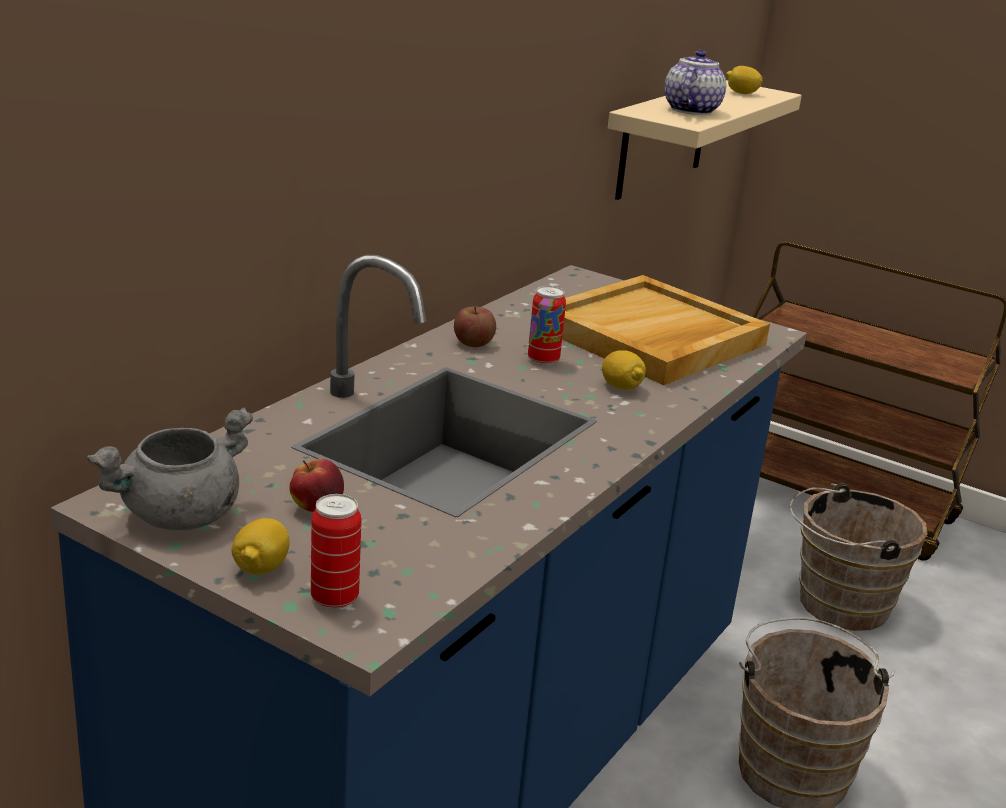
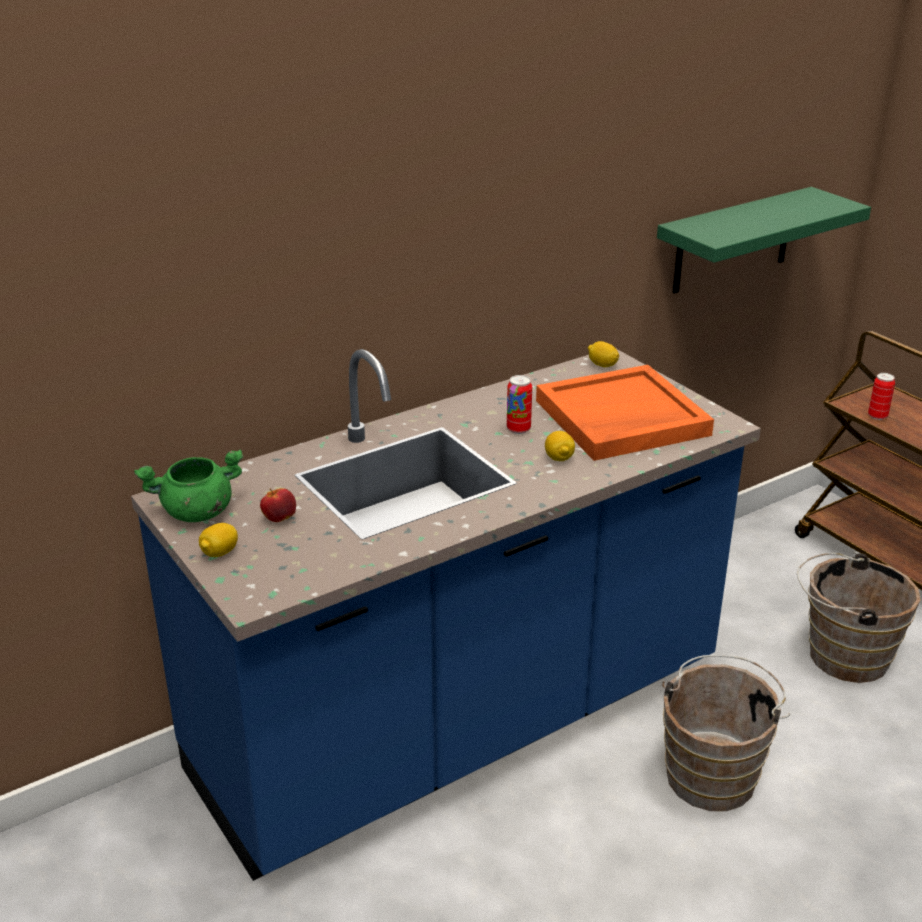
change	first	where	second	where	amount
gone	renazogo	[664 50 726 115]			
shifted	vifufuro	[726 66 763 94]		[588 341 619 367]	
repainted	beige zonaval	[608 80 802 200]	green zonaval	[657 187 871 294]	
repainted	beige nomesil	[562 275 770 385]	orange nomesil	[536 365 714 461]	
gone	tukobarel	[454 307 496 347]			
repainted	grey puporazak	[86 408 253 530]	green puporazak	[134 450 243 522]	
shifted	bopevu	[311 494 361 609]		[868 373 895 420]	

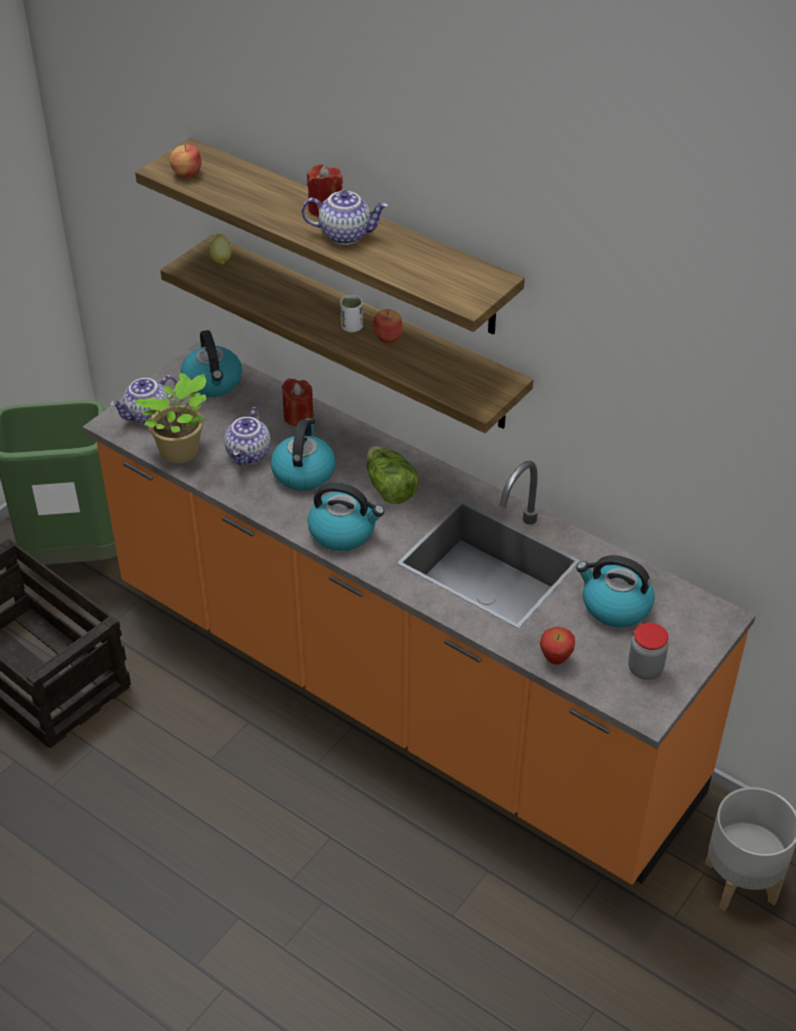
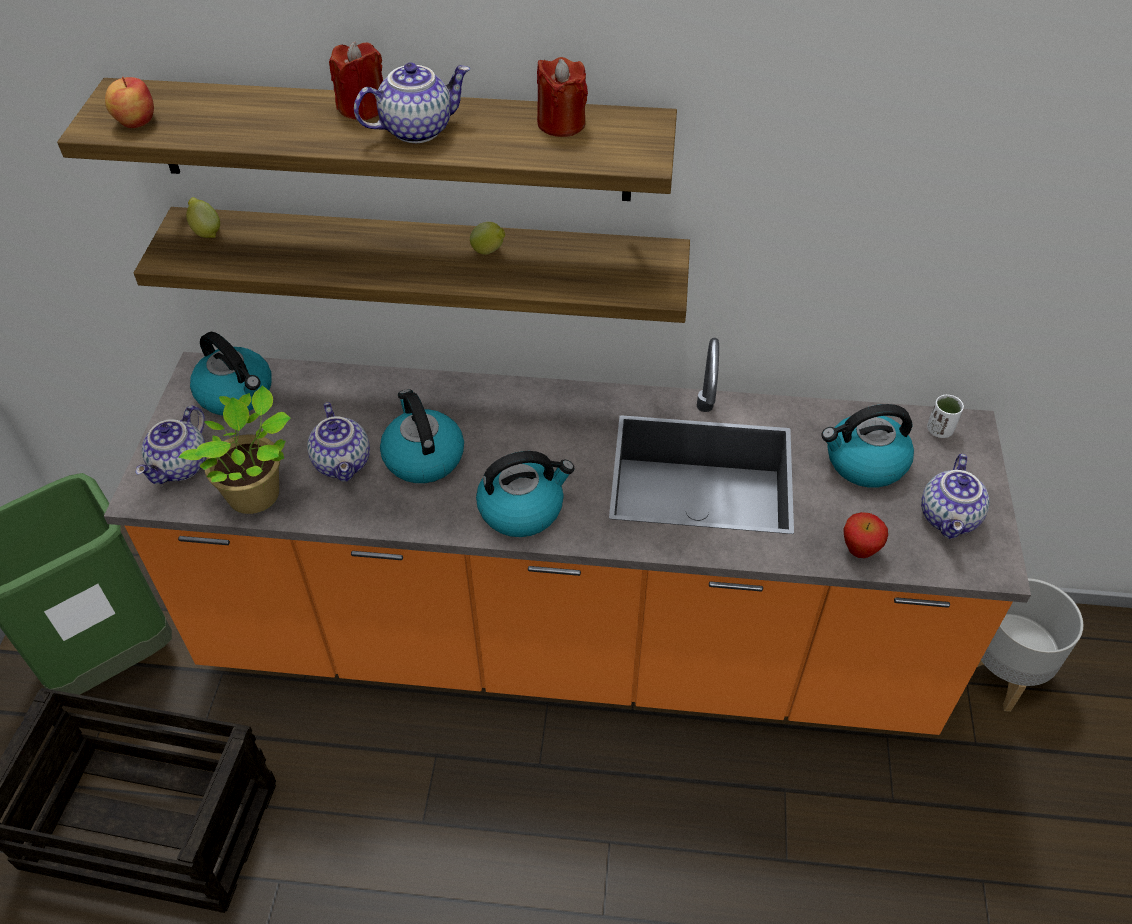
change	first	where	second	where	amount
shifted	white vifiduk	[340 295 363 332]		[927 395 964 438]	
swapped	tukobarel	[372 309 403 344]	vifufuro	[470 222 505 255]	
shifted	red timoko	[282 378 314 426]		[537 57 588 137]	
gone	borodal	[367 446 419 504]			
swapped	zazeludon	[628 623 668 680]	renazogo	[921 454 989 539]	

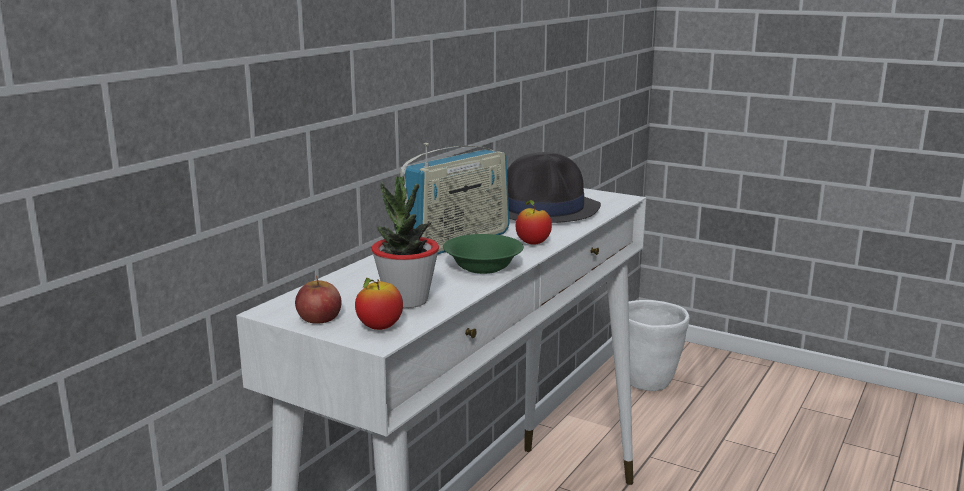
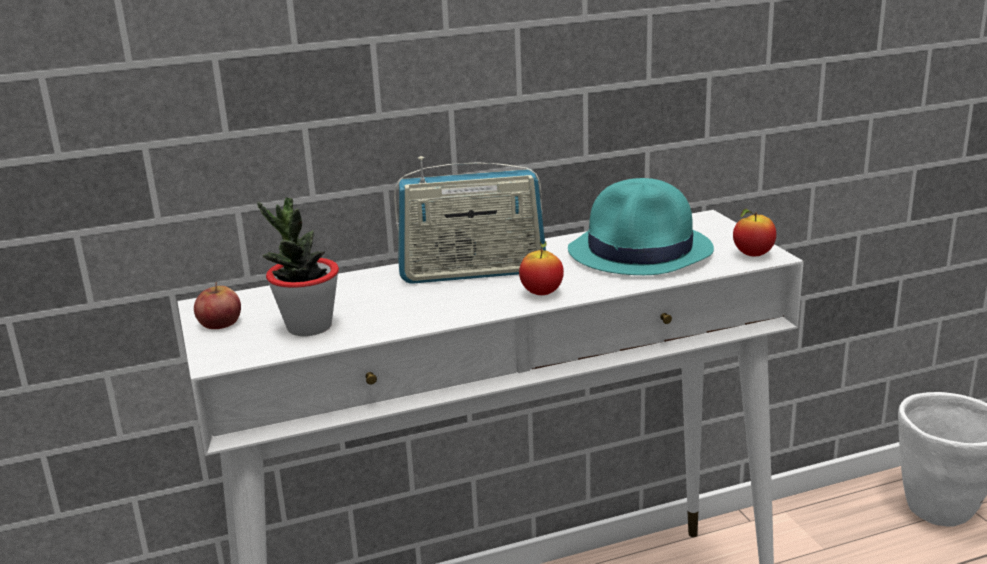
change	first	where	second	where	amount
repainted	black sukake	[507 152 601 223]	turquoise sukake	[568 178 714 275]	
gone	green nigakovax	[443 234 524 274]			
shifted	tukobarel	[355 278 403 330]		[733 209 776 257]	

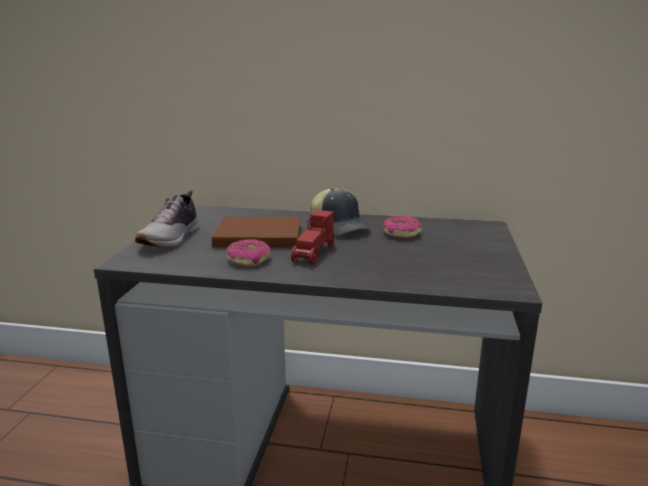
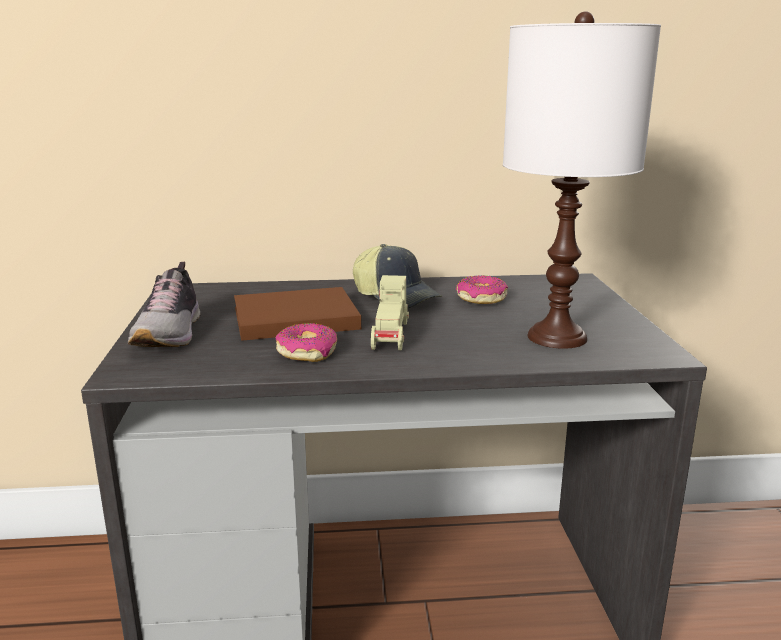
change	first	where	second	where	amount
repainted	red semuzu	[291 210 335 265]	beige semuzu	[371 275 409 350]	
new			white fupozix	[503 11 661 349]	

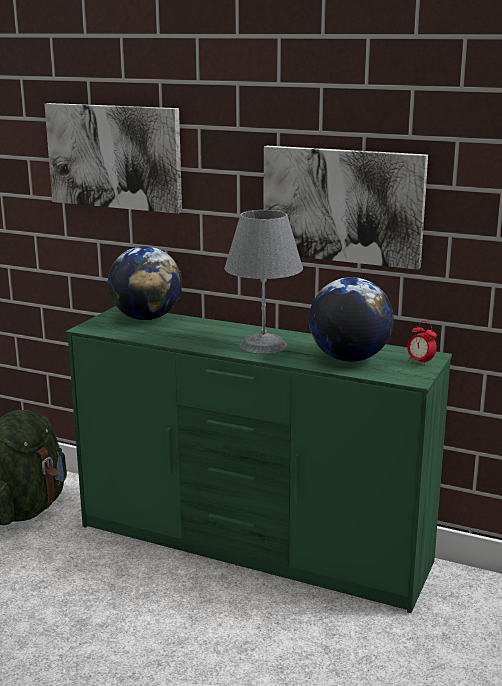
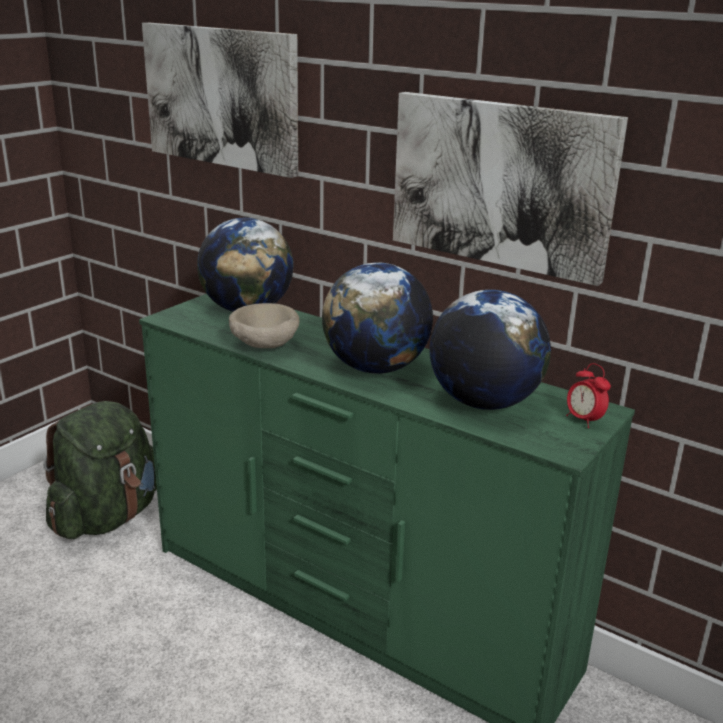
change	first	where	second	where	amount
swapped	grey fupozix	[224 210 303 354]	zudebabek	[322 263 433 374]	
new			beige nigakovax	[229 303 299 348]	

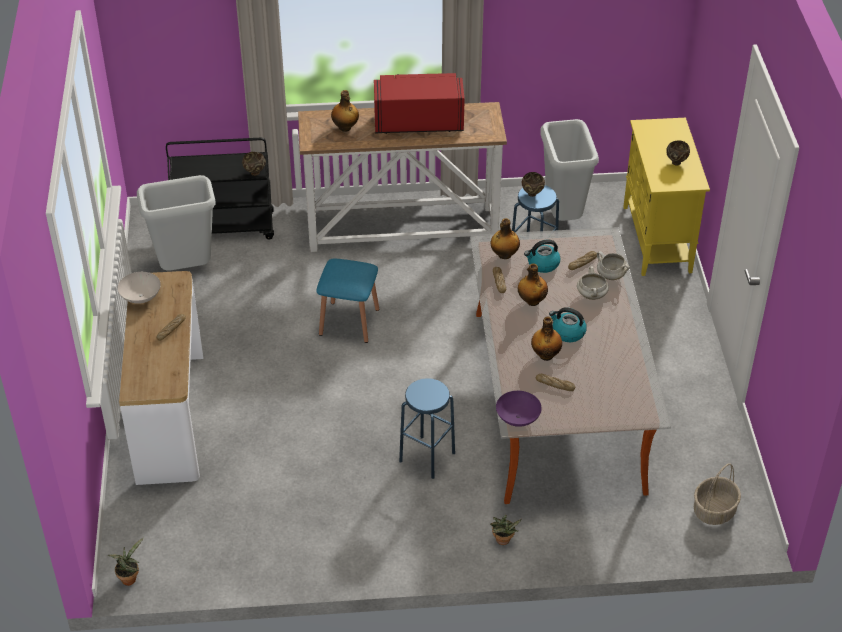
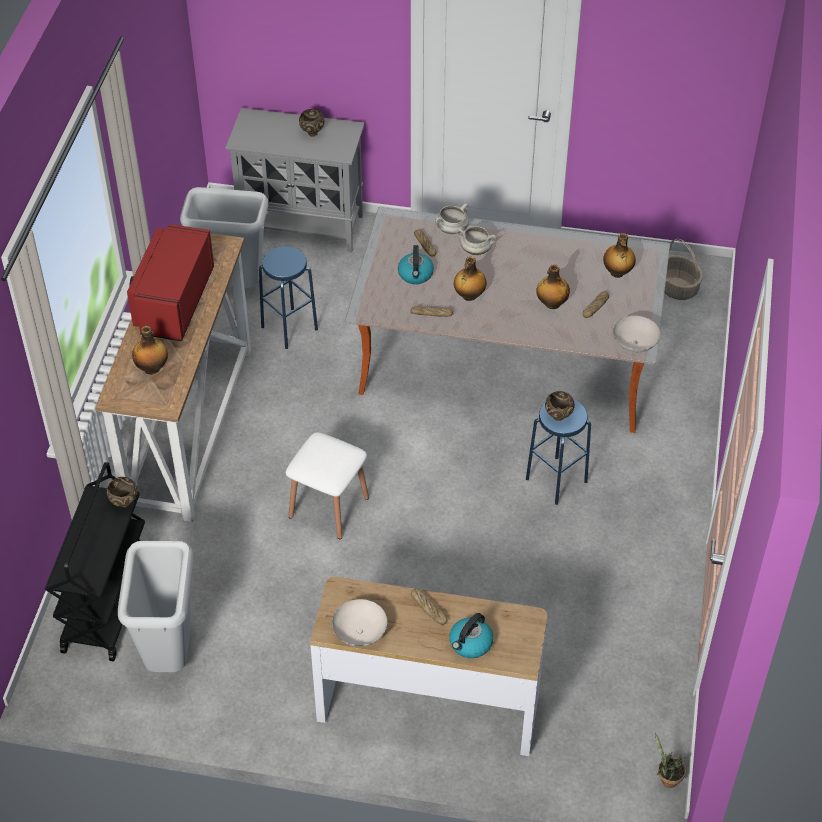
change	first	where	second	where	amount
repainted	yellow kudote	[623 118 710 276]	grey kudote	[225 108 365 253]	
shifted	brown nigakovax	[522 172 545 197]		[545 391 575 421]	
shifted	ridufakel	[491 218 520 259]		[603 233 636 278]	
repainted	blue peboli	[316 259 379 343]	white peboli	[286 432 369 539]	
shifted	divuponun	[549 307 587 342]		[450 613 493 658]	
repainted	purple nigakovax	[496 391 542 427]	white nigakovax	[613 316 660 352]	
gone	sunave	[490 515 522 545]			

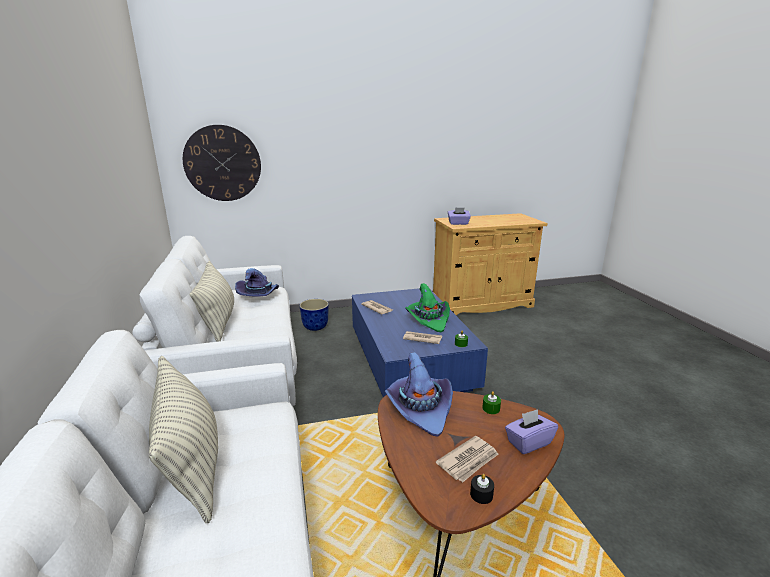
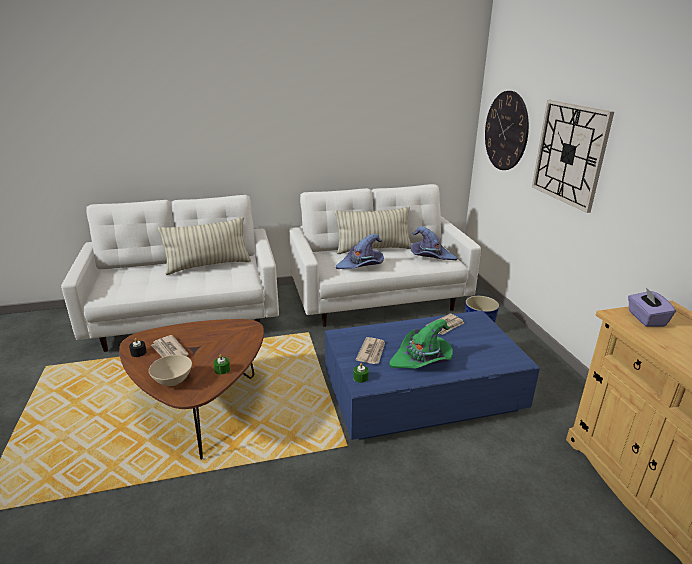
change	first	where	second	where	amount
shifted	purple sukake	[385 352 453 437]		[336 234 384 269]	
swapped	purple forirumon	[505 409 558 454]	beige nigakovax	[149 355 192 386]	
new			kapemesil	[532 100 614 213]	

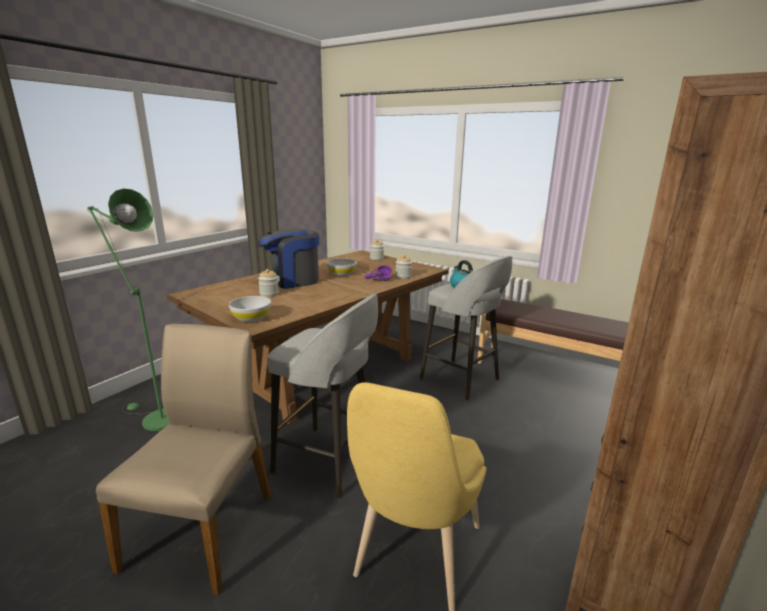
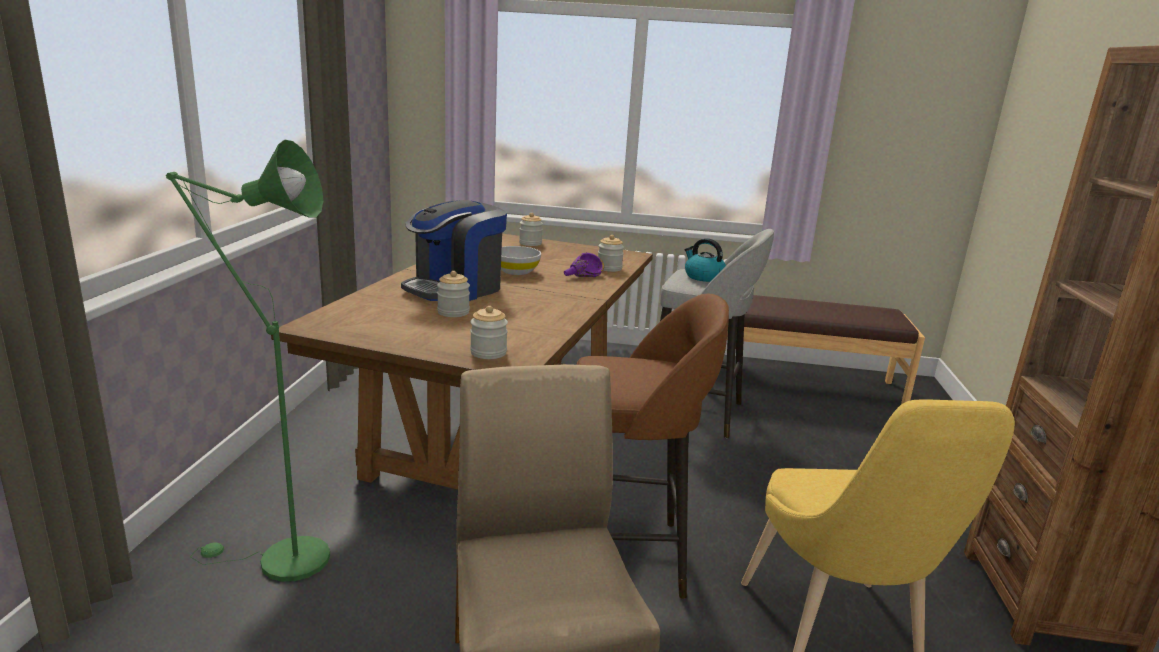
change	first	where	second	where	amount
repainted	grey peboli	[267 294 378 498]	brown peboli	[576 294 729 599]	
swapped	white nigakovax	[229 296 271 322]	zazeludon	[470 306 508 359]	

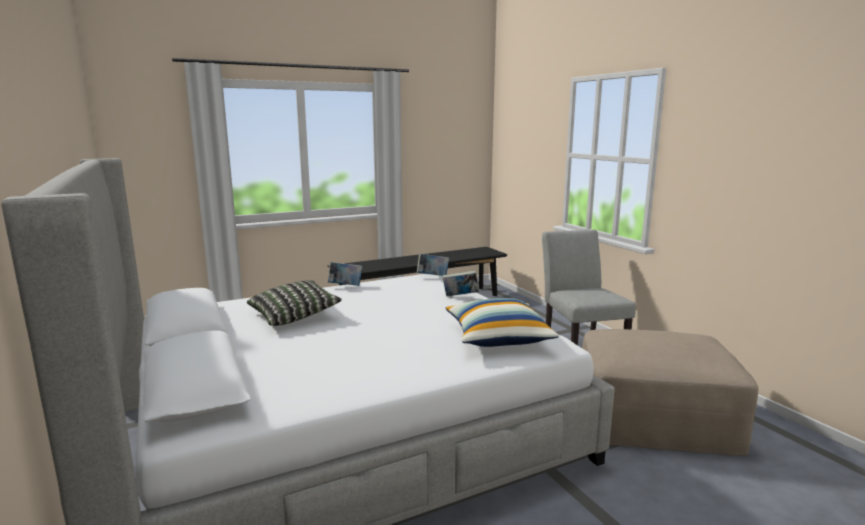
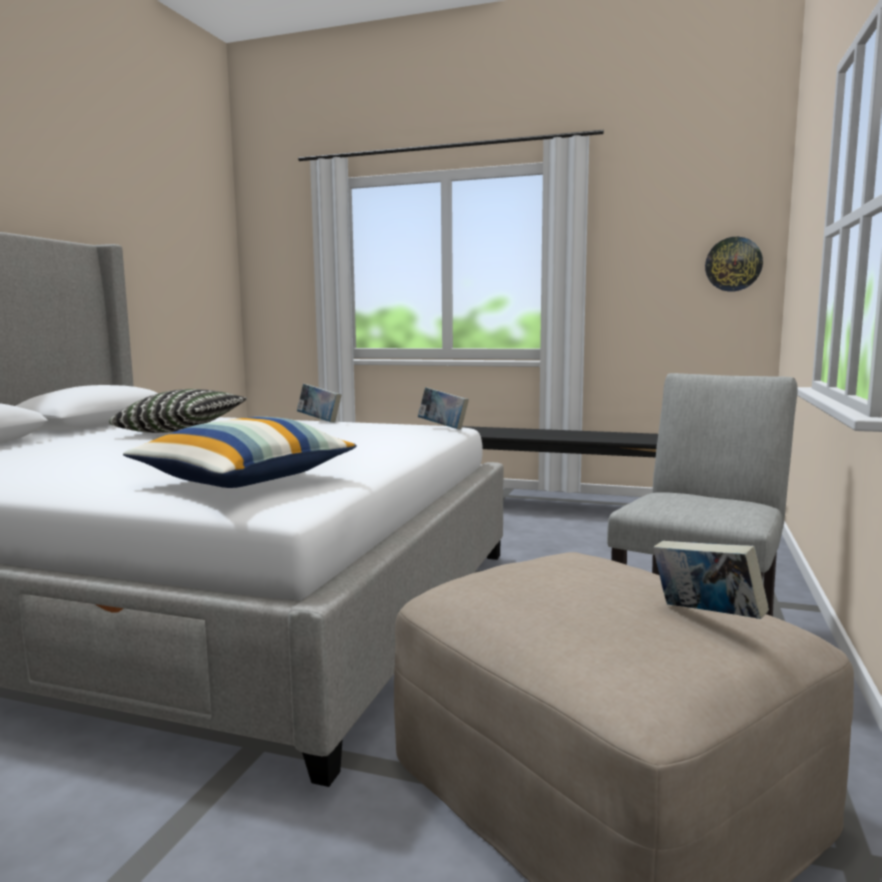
change	first	where	second	where	amount
shifted	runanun	[443 270 479 296]		[653 541 769 619]	
new			kapemesil	[705 237 763 292]	

